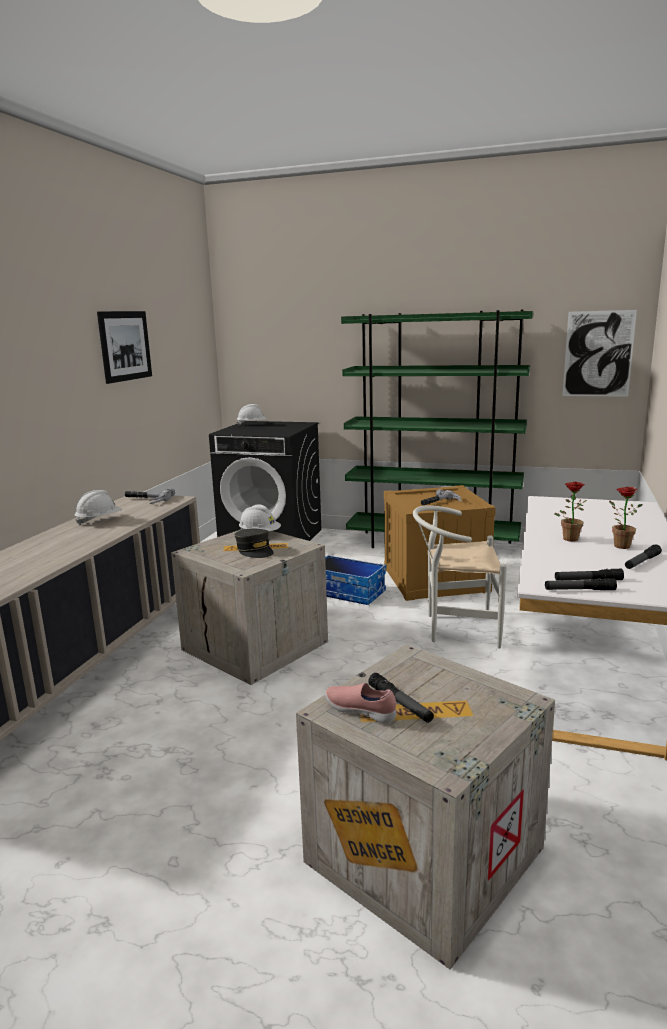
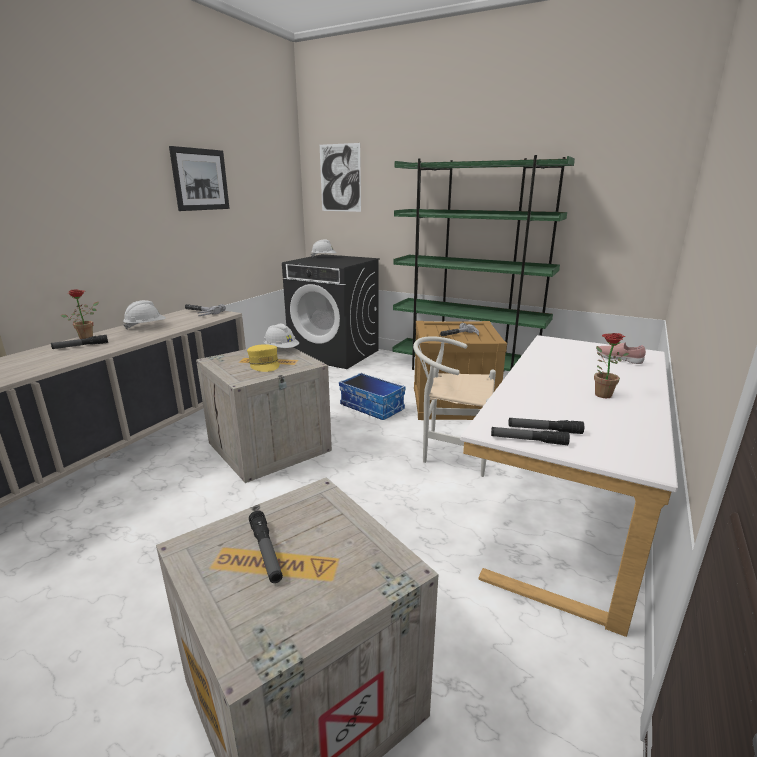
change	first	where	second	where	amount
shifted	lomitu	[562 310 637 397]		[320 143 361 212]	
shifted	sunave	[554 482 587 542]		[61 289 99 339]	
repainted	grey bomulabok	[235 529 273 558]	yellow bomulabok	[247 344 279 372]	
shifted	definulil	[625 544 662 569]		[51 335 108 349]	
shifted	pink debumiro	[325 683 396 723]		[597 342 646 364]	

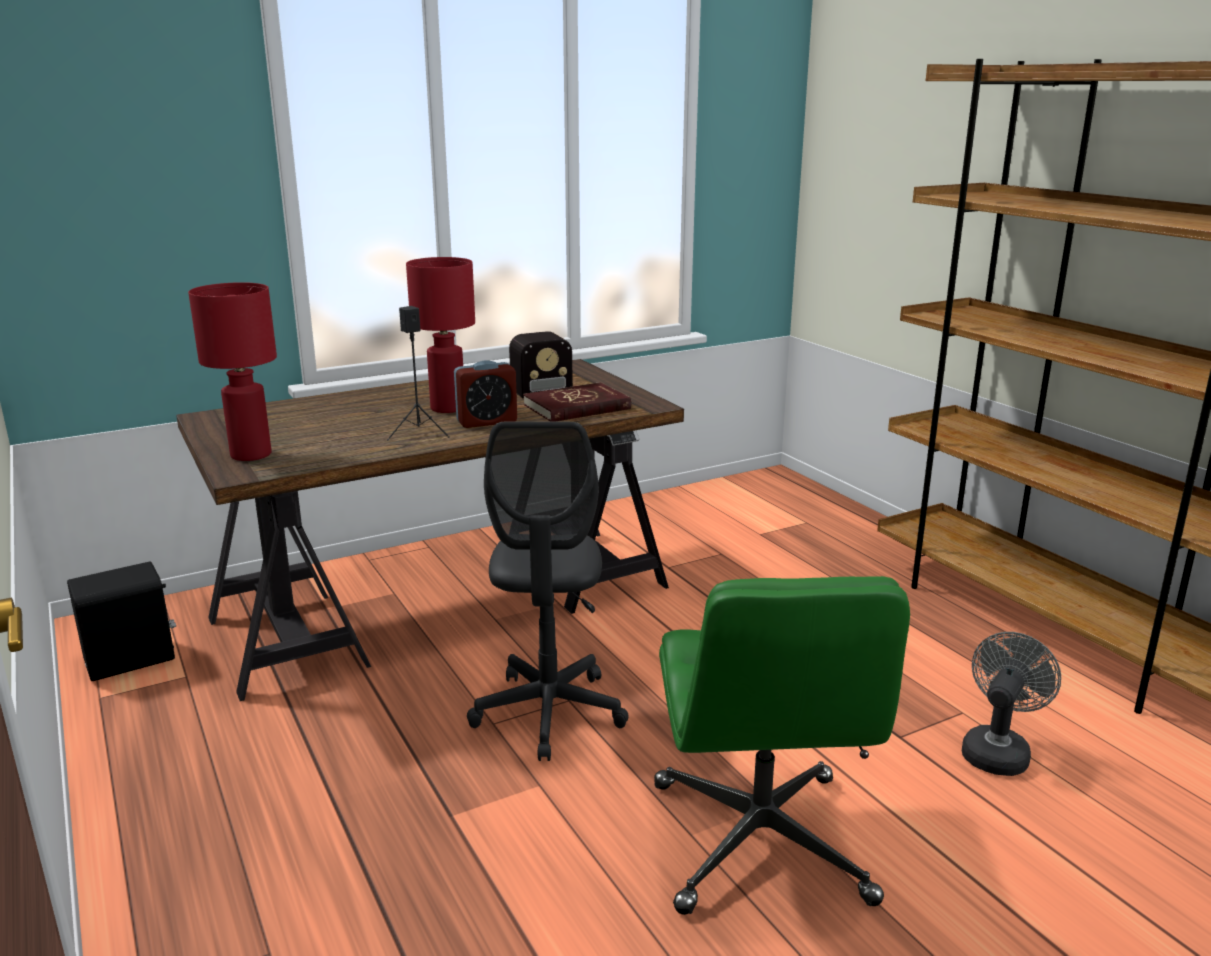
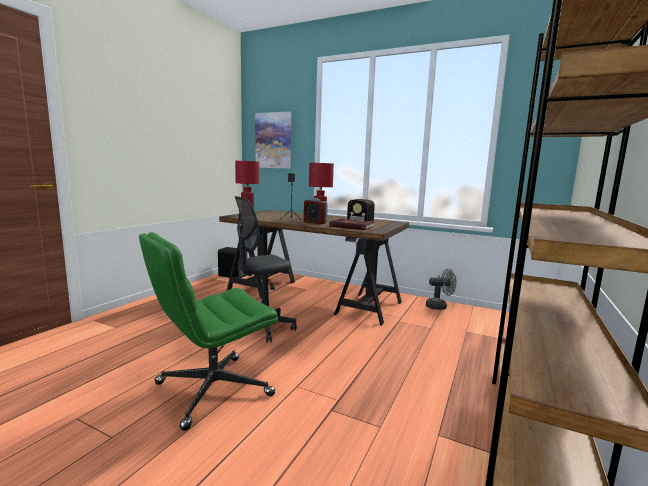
change	first	where	second	where	amount
shifted	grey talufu	[962 632 1061 776]		[426 269 457 310]	
new			lomitu	[255 112 291 169]	

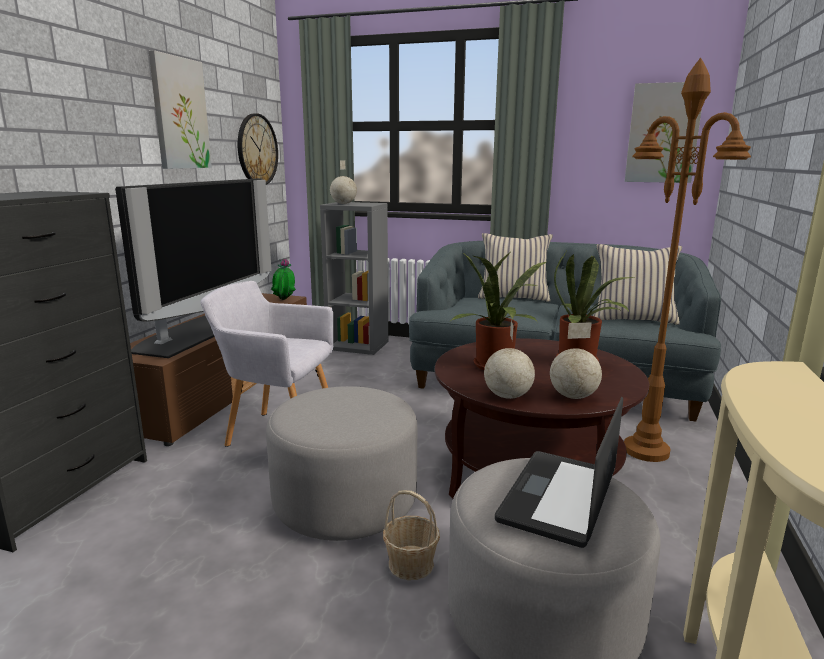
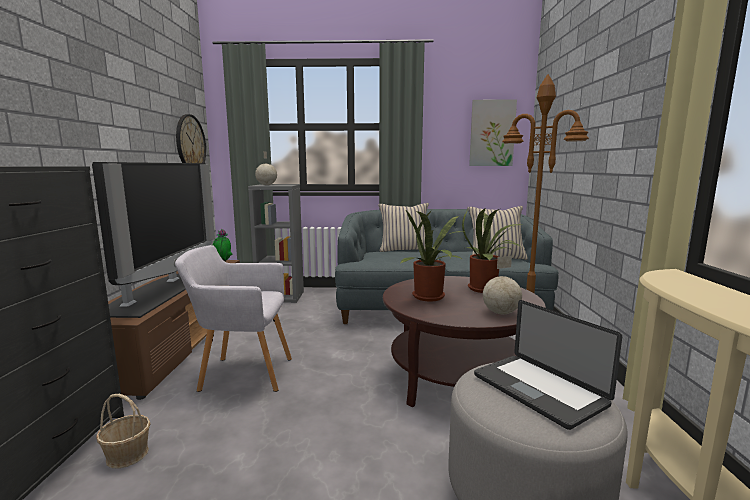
change	first	where	second	where	amount
gone	lomitu	[149 50 212 169]			
gone	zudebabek	[484 321 535 399]			
gone	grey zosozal	[266 386 417 541]			
rotated	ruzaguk	[495 397 623 548]		[474 300 622 430]	45 degrees counterclockwise
shifted	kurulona	[383 490 440 580]		[96 394 151 469]	

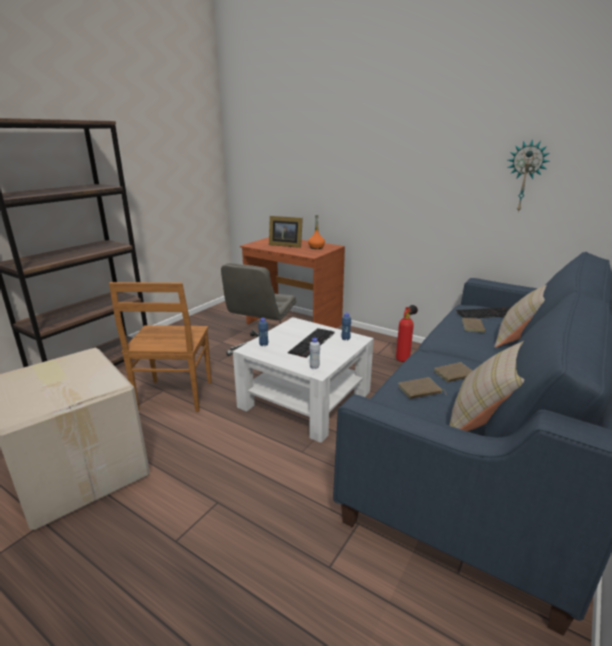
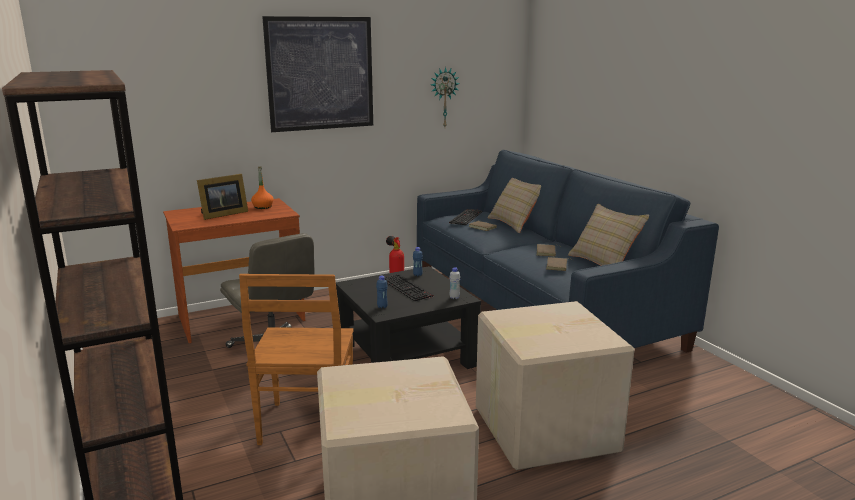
change	first	where	second	where	amount
rotated	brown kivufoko	[109 282 212 412]		[239 274 353 445]	60 degrees clockwise
repainted	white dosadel	[233 317 374 443]	black dosadel	[336 266 481 369]	
new			lomitu	[262 16 373 132]	
new			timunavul	[476 301 635 470]	

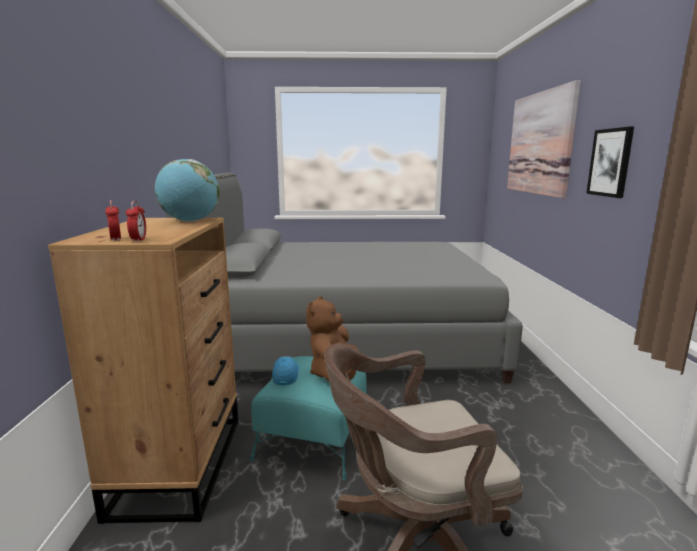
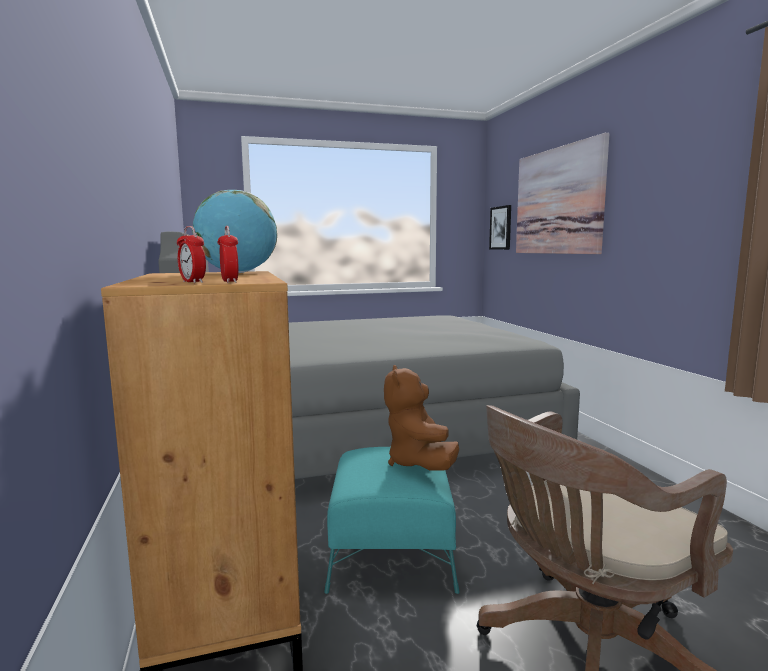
change	first	where	second	where	amount
shifted	lomitu	[586 127 634 198]		[489 205 511 250]	
gone	blue bomulabok	[272 356 300 385]			

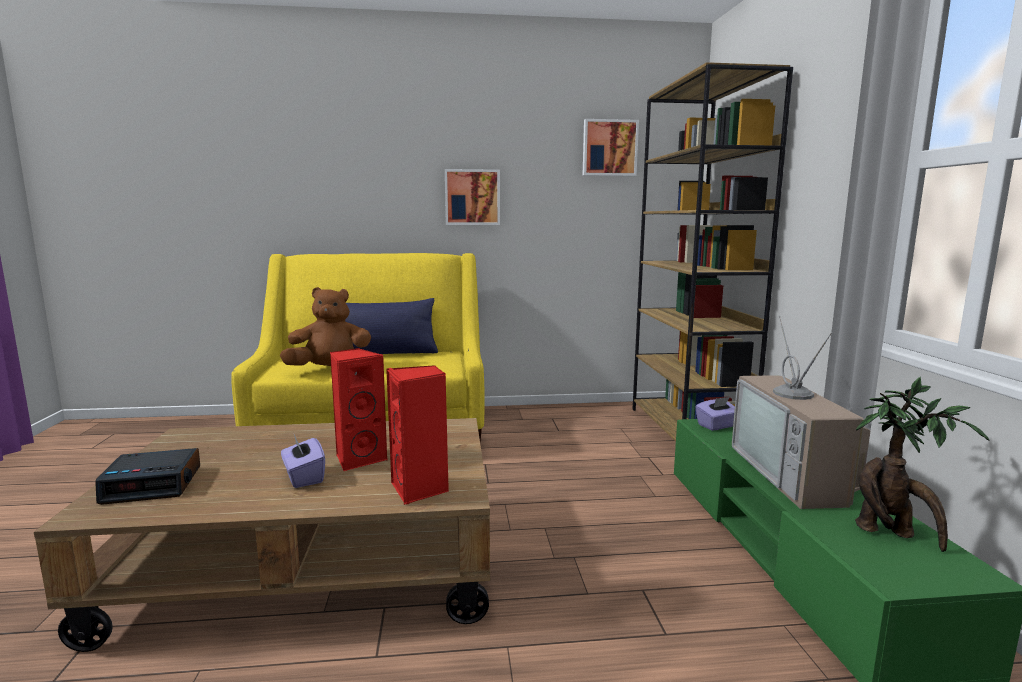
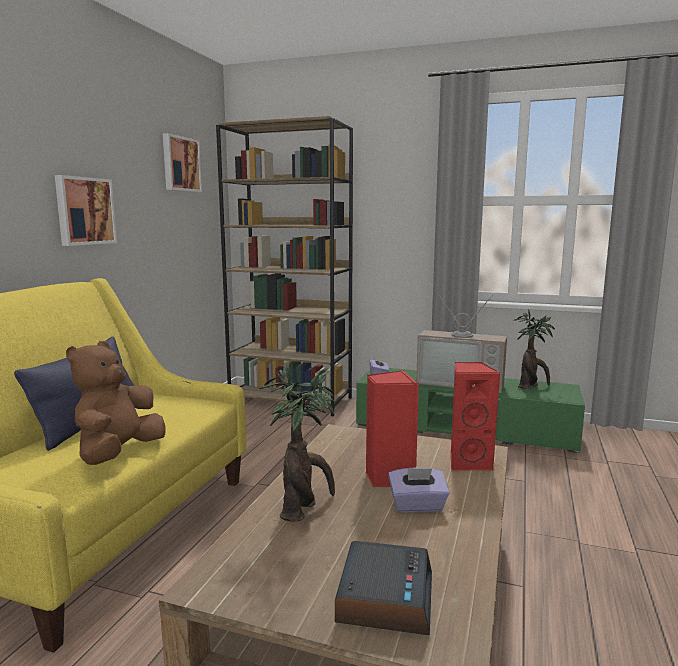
change	first	where	second	where	amount
new			sunave	[259 363 335 522]	

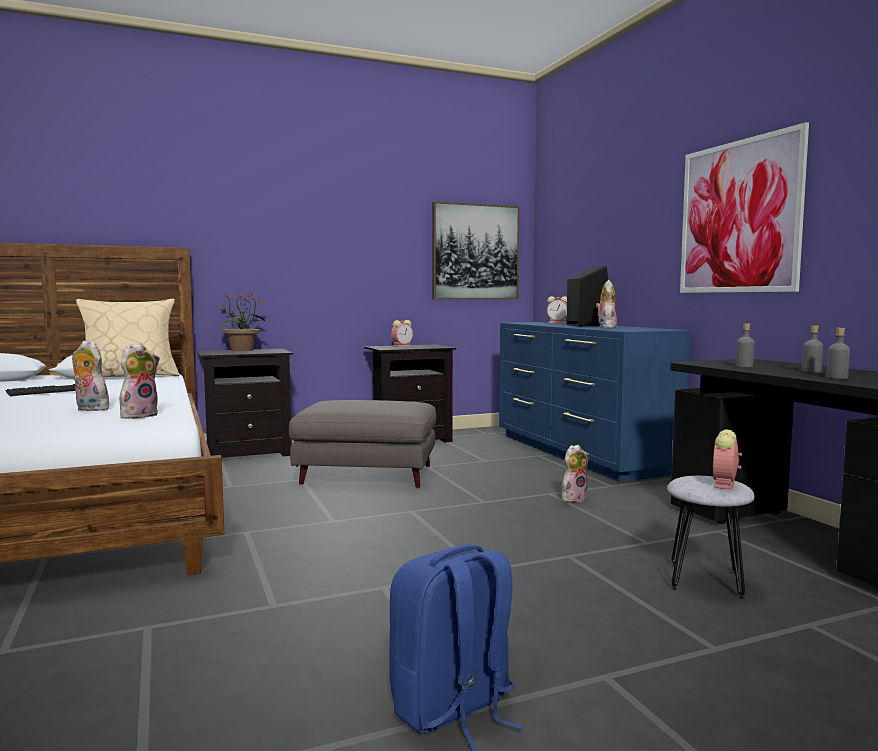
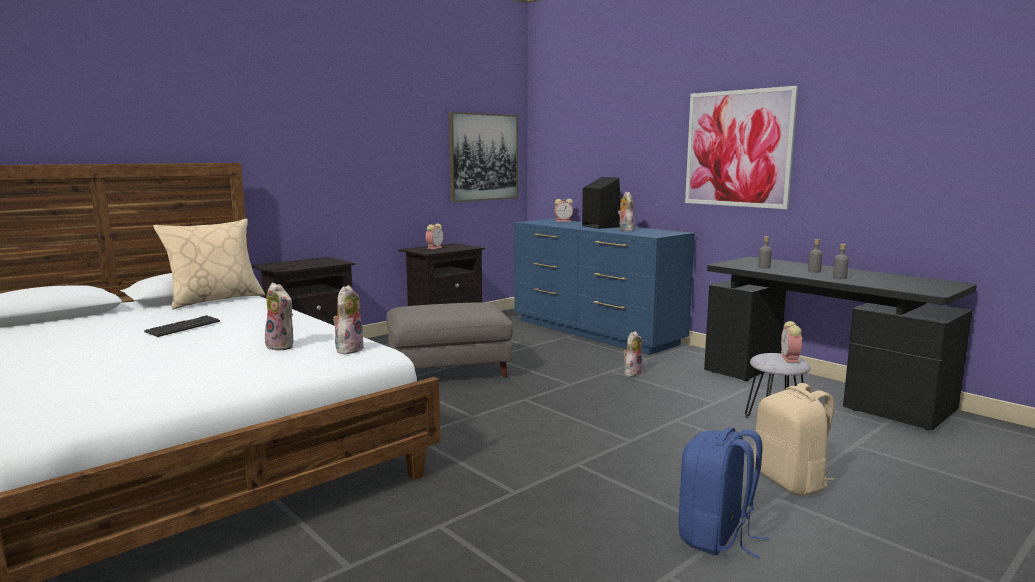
change	first	where	second	where	amount
gone	sunave	[219 293 266 351]			
rotated	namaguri	[72 340 110 411]		[263 283 293 351]	150 degrees counterclockwise
new			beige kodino	[754 383 835 496]	

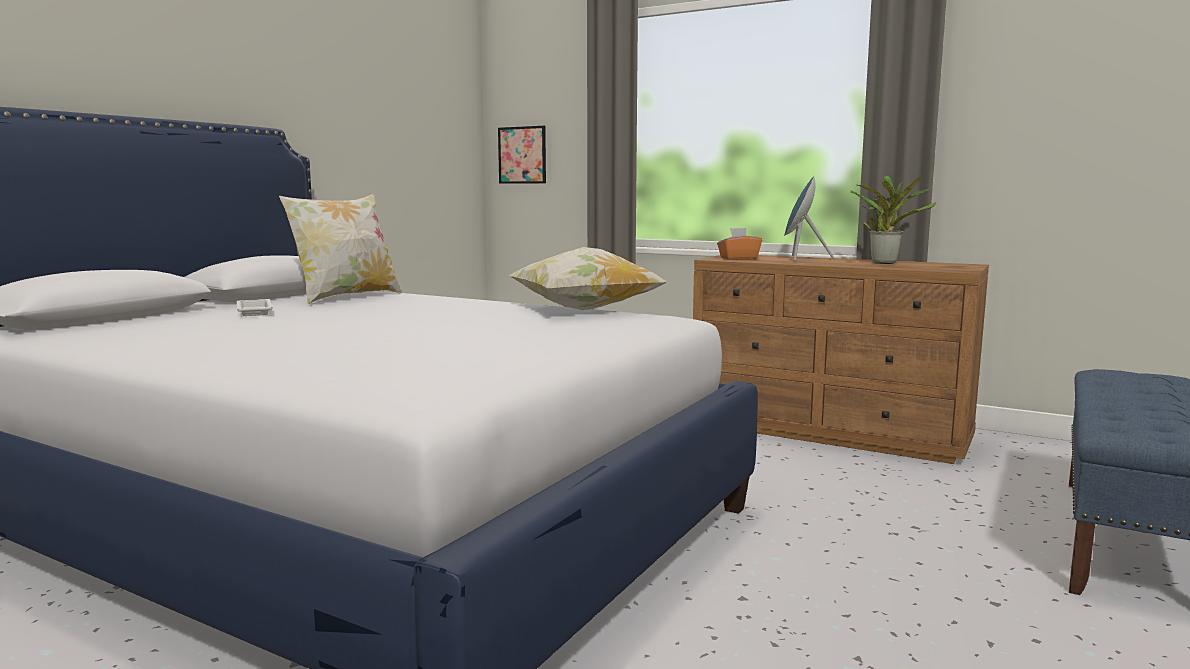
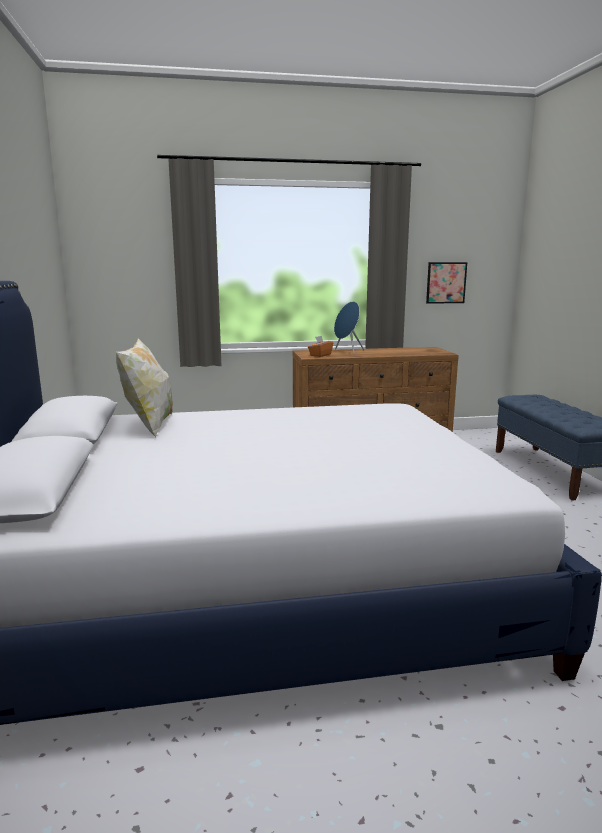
change	first	where	second	where	amount
shifted	lomitu	[498 126 546 184]		[426 262 467 304]	
gone	sunave	[850 176 937 264]			
gone	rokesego	[509 247 667 310]			
gone	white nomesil	[237 299 273 316]			

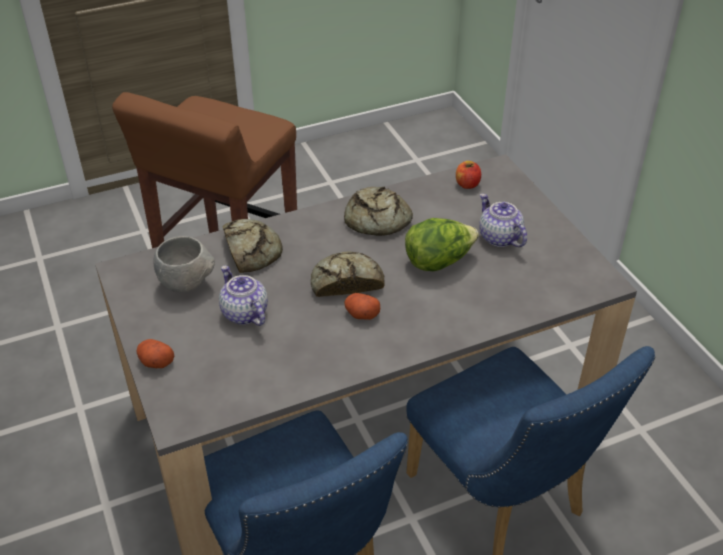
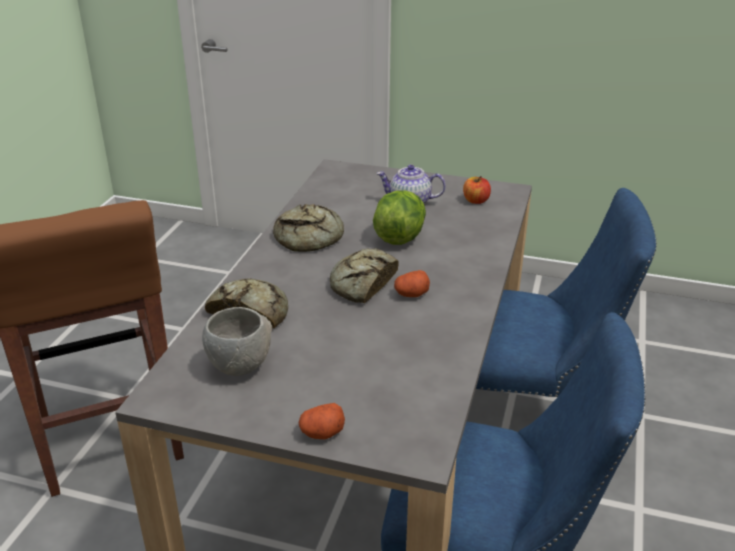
change	first	where	second	where	amount
shifted	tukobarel	[456 161 481 189]		[463 176 491 204]	
gone	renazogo	[219 265 268 326]			

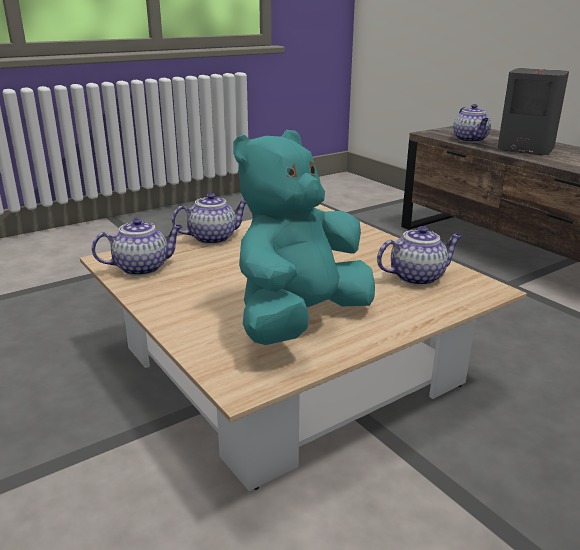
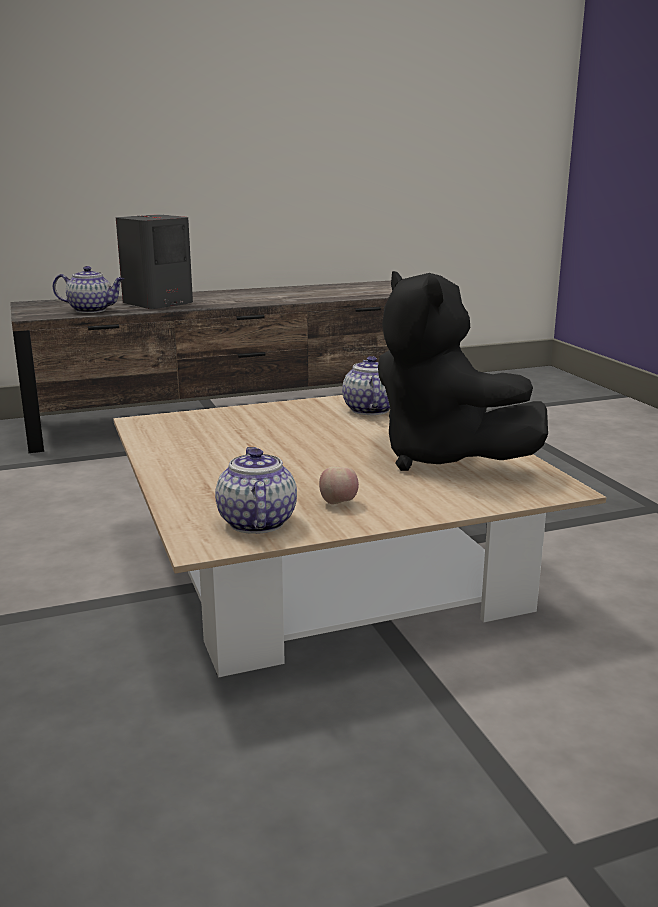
change	first	where	second	where	amount
repainted	turquoise namaguri	[233 130 375 345]	black namaguri	[378 271 548 471]	
gone	renazogo	[172 193 247 244]			
new			tukobarel	[319 466 359 504]	

